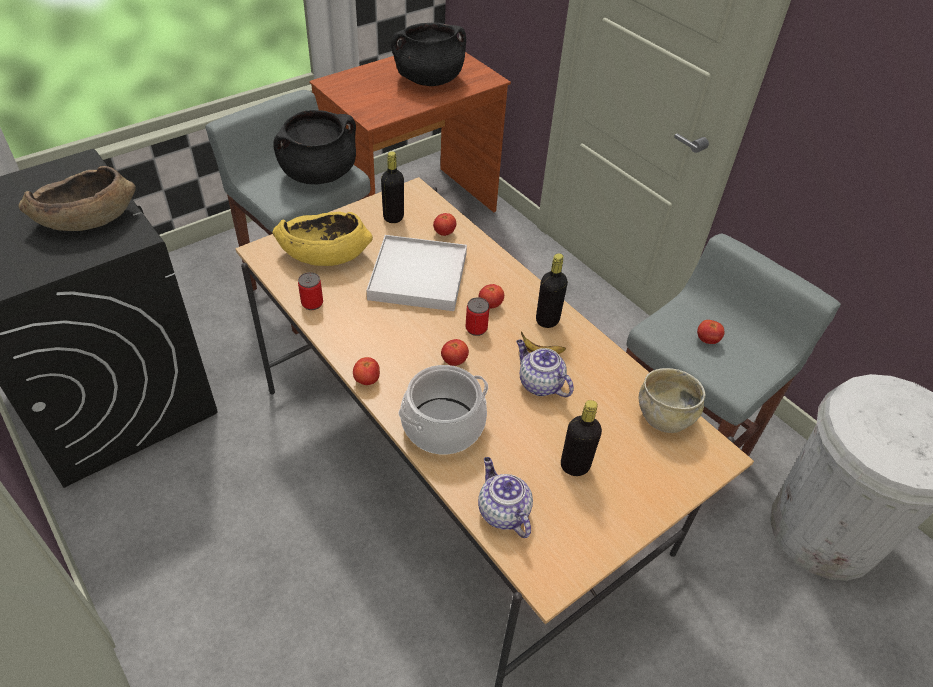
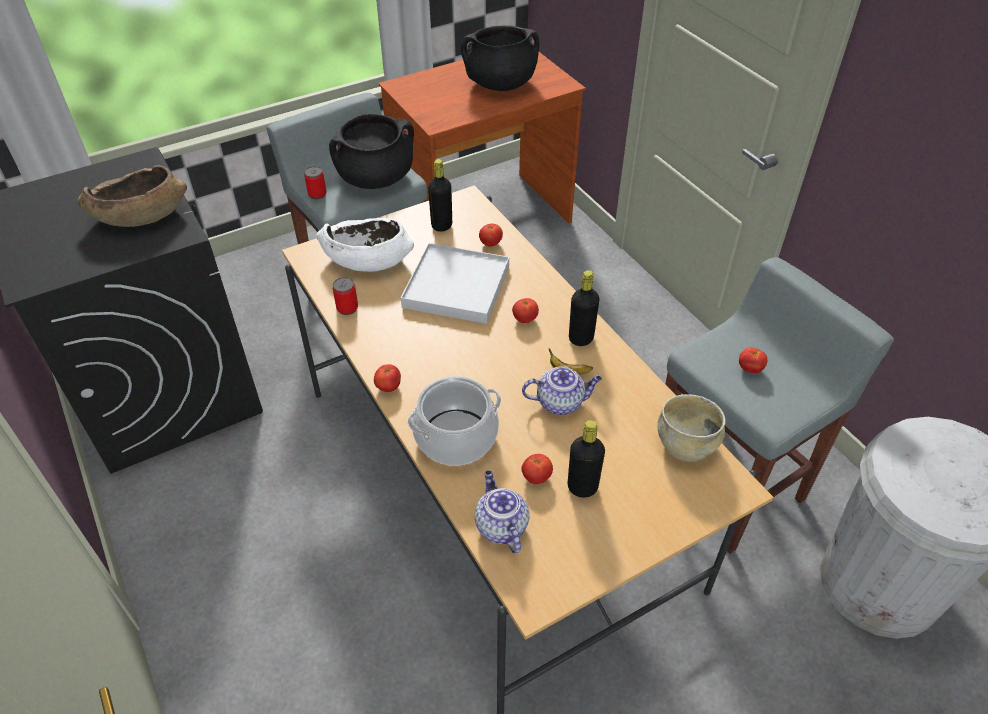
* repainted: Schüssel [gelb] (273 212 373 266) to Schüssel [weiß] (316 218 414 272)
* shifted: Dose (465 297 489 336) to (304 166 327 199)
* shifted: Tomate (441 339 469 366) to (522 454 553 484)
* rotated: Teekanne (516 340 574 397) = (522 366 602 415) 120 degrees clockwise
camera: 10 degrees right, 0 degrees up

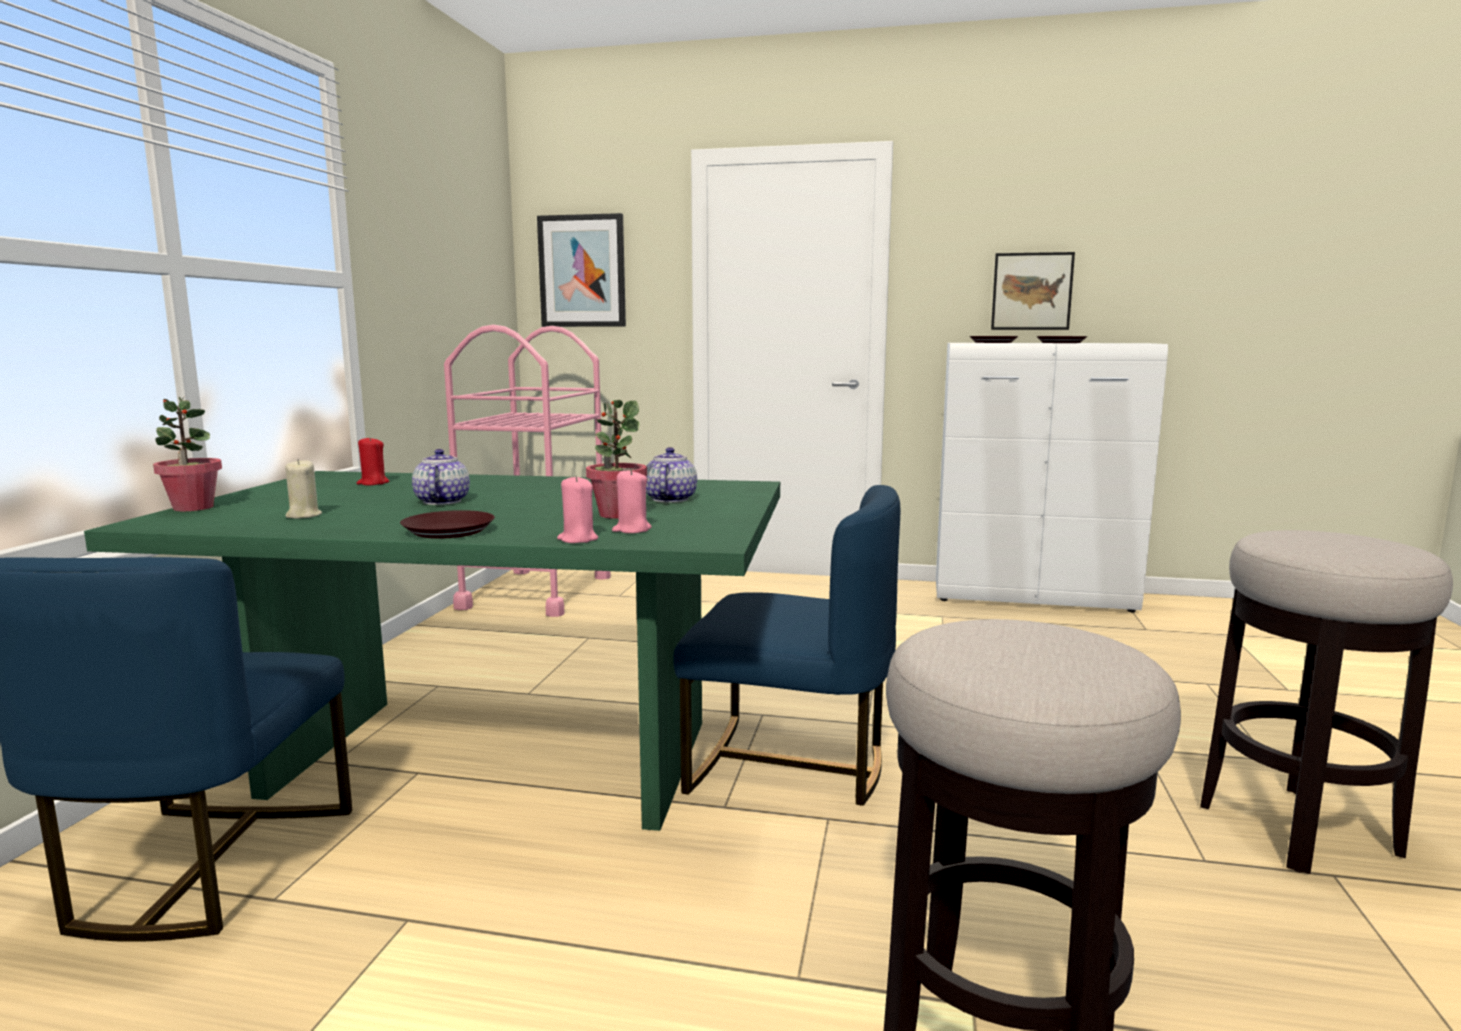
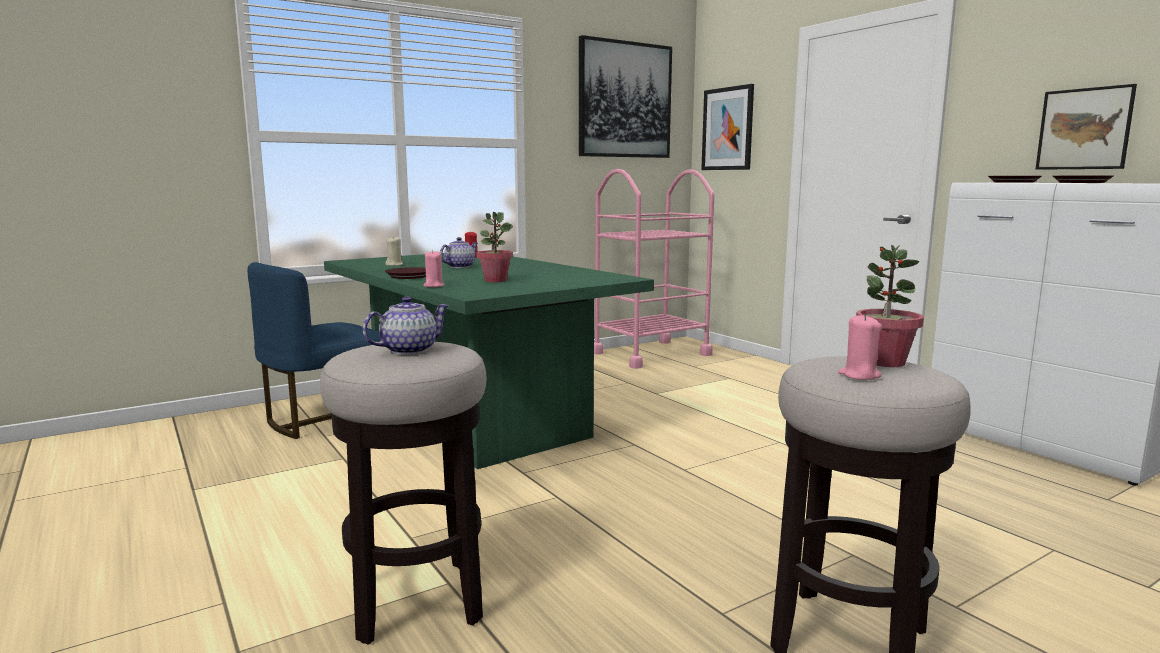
* shifted: Topfpflanze (153 397 222 511) to (856 245 924 367)
* shifted: Teekanne (646 447 697 503) to (363 296 449 355)
* shifted: Kerze [rosa] (612 469 651 533) to (838 314 882 380)
* gone: Stuhl [blau] (674 485 900 806)
* new: Bild (579 35 672 158)
camera: 45 degrees right, 0 degrees up

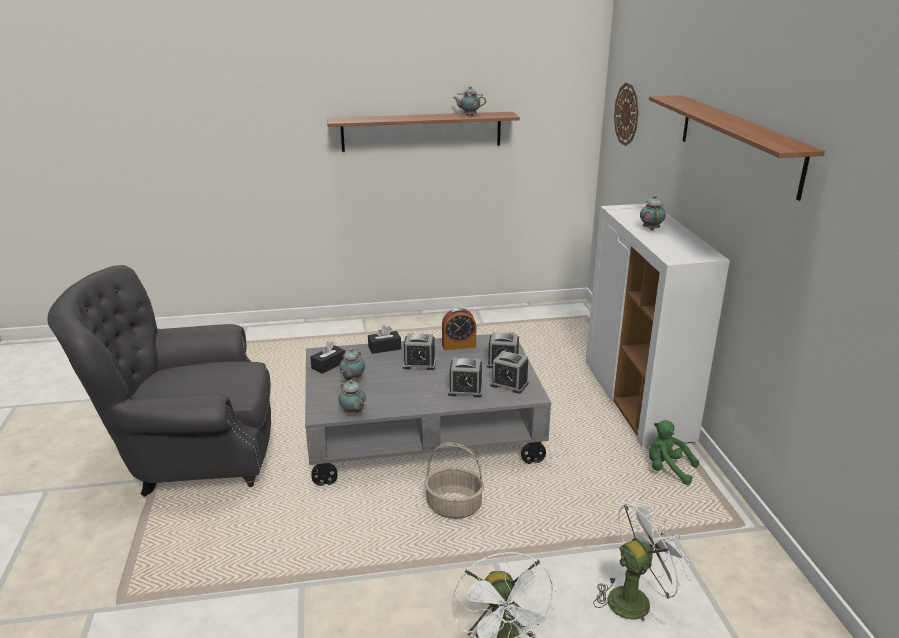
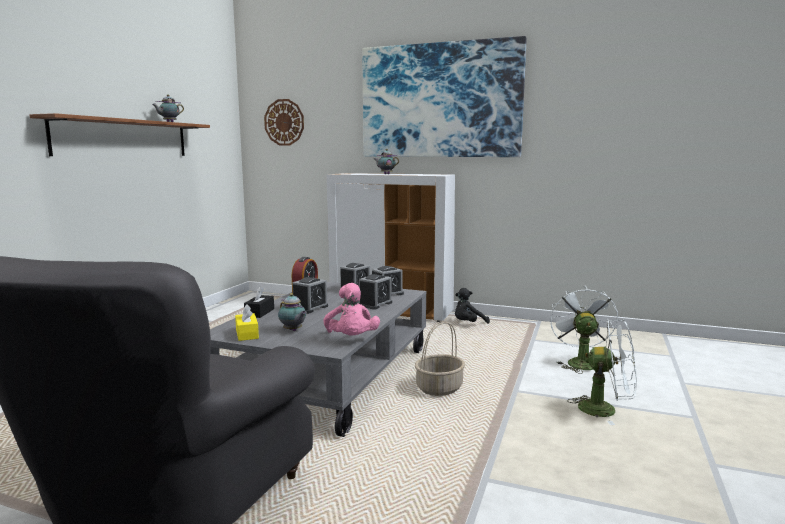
* swapped: Wandregal (649 95 825 201) to Bild (362 36 527 157)
* repainted: Taschentuchbox [schwarz] (310 341 345 374) to Taschentuchbox [gelb] (235 304 259 341)
* swapped: Teekanne (338 380 366 414) to Plüschtier [rosa] (323 283 380 335)
* repainted: Plüschtier [grün] (649 420 699 485) to Plüschtier [schwarz] (455 288 490 324)
camera: 60 degrees left, 15 degrees down

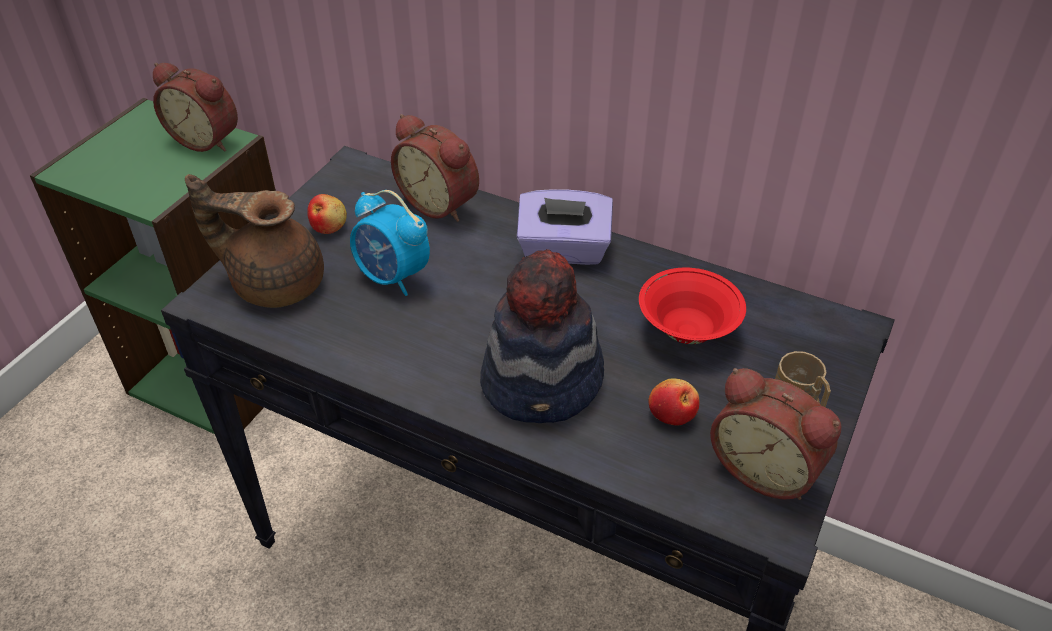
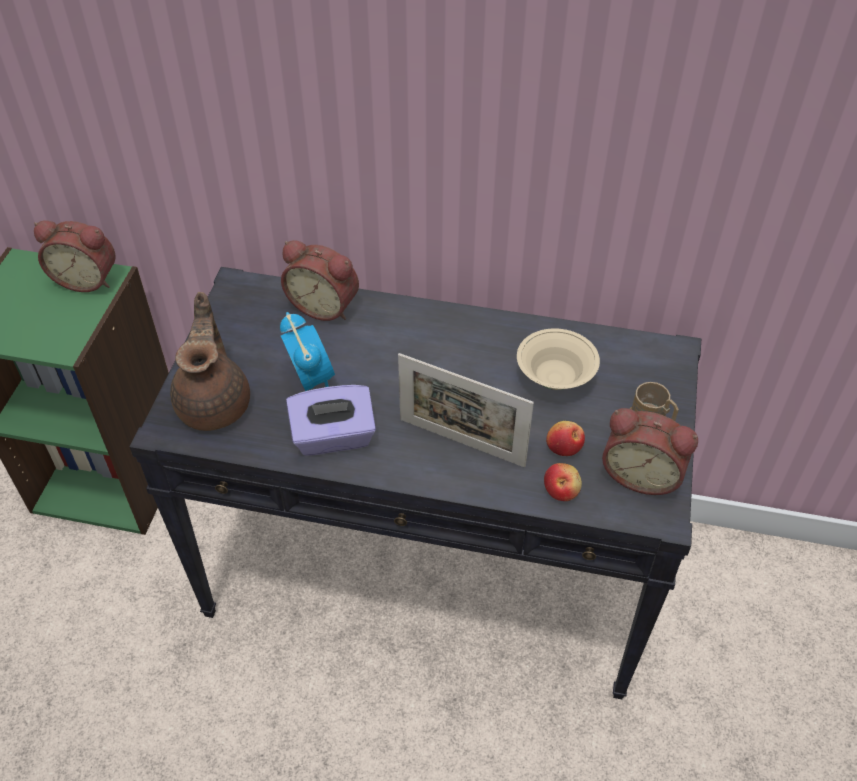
* rotated: Teekanne [braun] (185 174 324 308) = (170 292 250 431) 90 degrees clockwise
* shifted: Taschentuchbox [lila] (517 189 613 265) to (286 385 376 456)
* rotated: Wecker (350 190 430 296) = (280 312 335 391) 135 degrees counterclockwise
* shifted: Apfel (307 194 347 234) to (544 463 582 501)
* swapped: Hut (480 249 604 423) to Bilderrahmen (398 353 534 467)
* repainted: Schüssel [rot] (639 268 746 344) to Schüssel [beige] (517 328 600 390)
camera: 15 degrees left, 5 degrees up

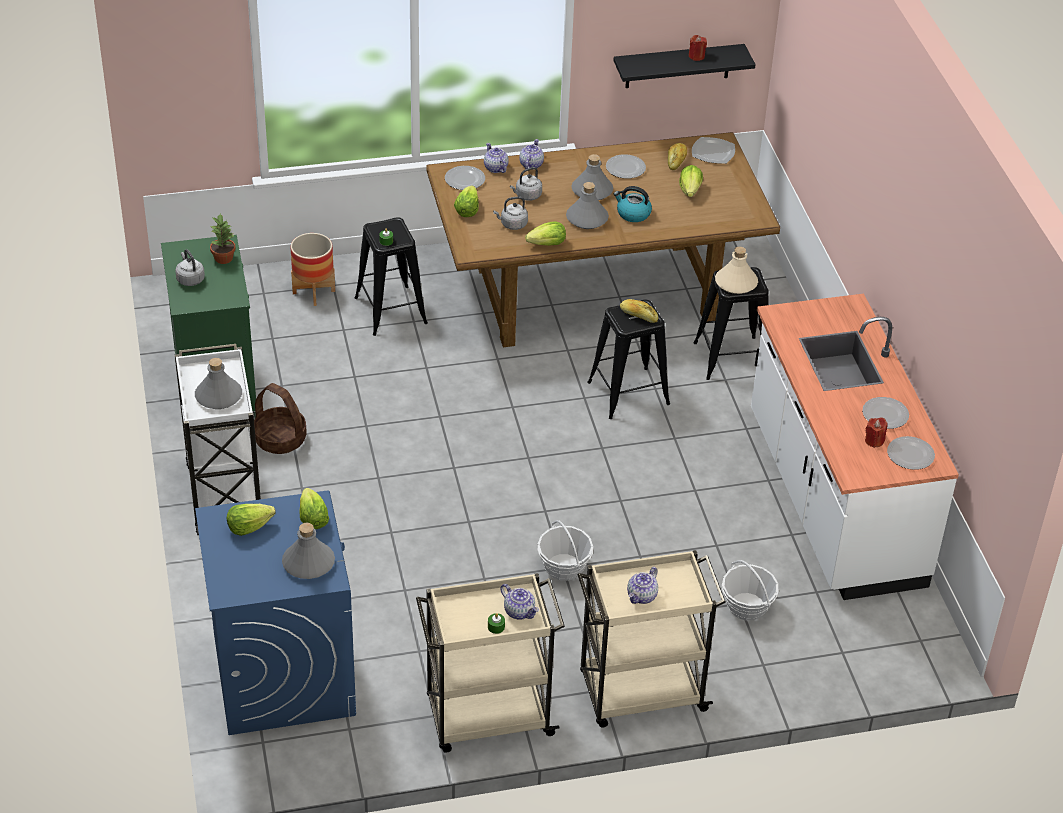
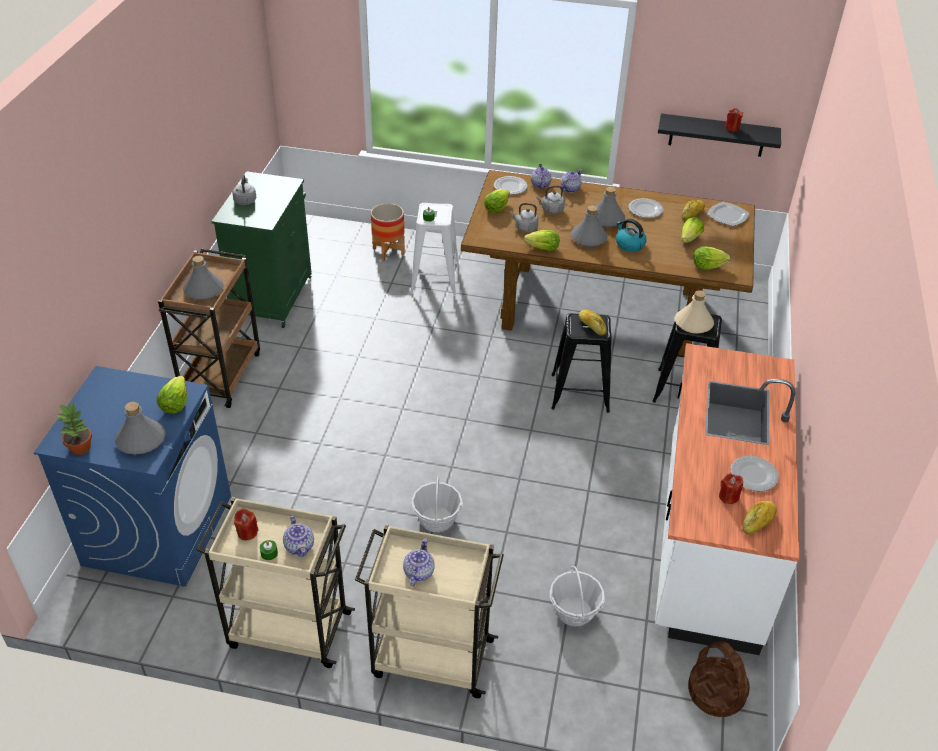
* shifted: Topfpflanze (210 214 236 264) to (55 402 92 455)
* repainted: Hocker [schwarz] (354 217 428 336) to Hocker [weiß] (410 203 460 296)
* repainted: Rollwagen [weiß] (175 344 261 535) to Rollwagen [braun] (158 249 260 408)
* shifted: Korb (254 383 306 454) to (688 642 750 717)
* swapped: Teller (887 436 935 470) to Brot (743 501 777 535)
* shifted: Salatkopf (227 504 276 536) to (693 247 730 269)
* rotated: Teekanne (627 567 658 604) = (403 539 435 586) 135 degrees clockwise
* new: Kerze [rot] (234 509 258 540)
camera: 25 degrees right, 0 degrees up

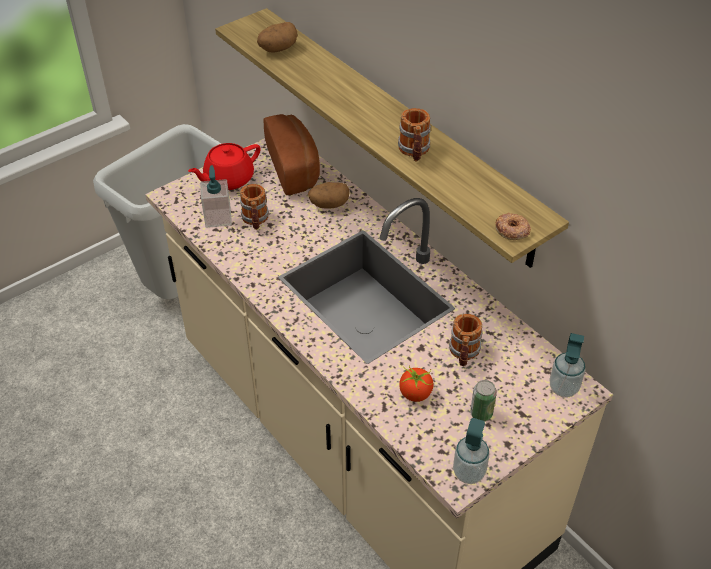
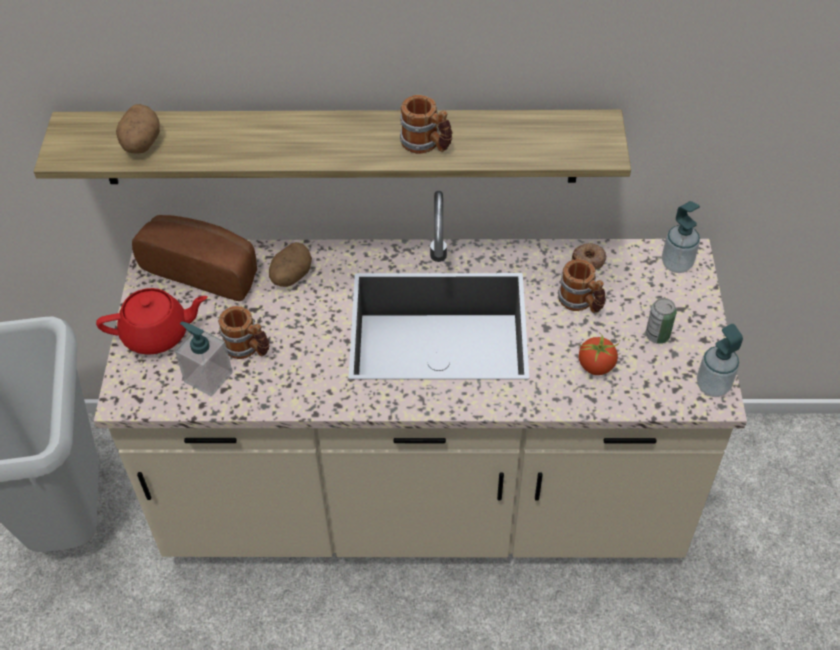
* rotated: Teekanne [rot] (188 143 260 190) = (96 288 208 355) 105 degrees counterclockwise
* shifted: Donut (495 212 531 240) to (572 243 607 270)
camera: 50 degrees left, 5 degrees up

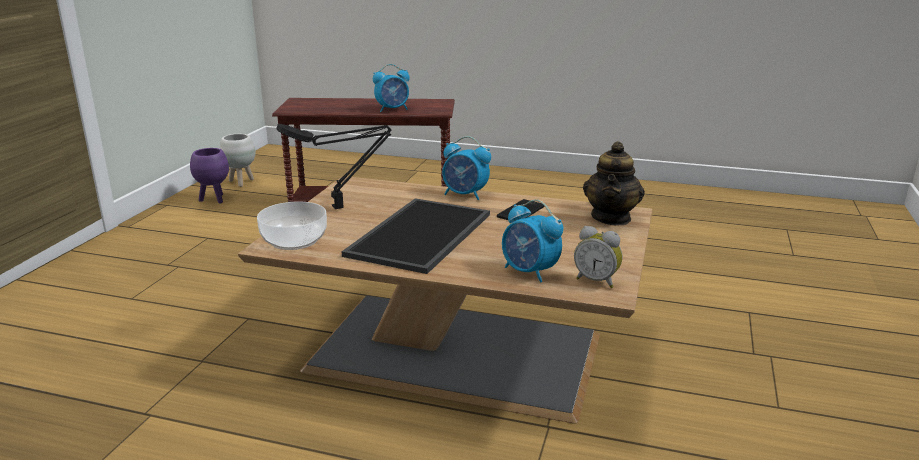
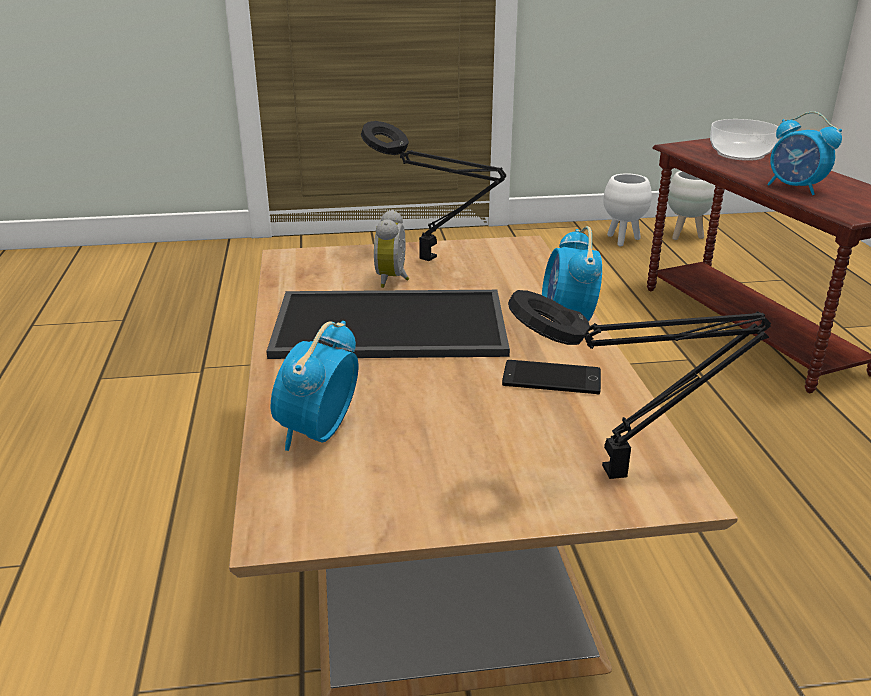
* swapped: Teekanne (583 141 645 226) to Tischlampe [schwarz] (508 290 771 479)
* repainted: Pflanzkübel [lila] (190 148 229 203) to Pflanzkübel [weiß] (603 173 652 247)
* shifted: Schüssel (257 201 327 250) to (710 119 778 161)
* shifted: Wecker (574 226 622 288) to (374 209 409 288)
camera: 65 degrees right, 5 degrees up

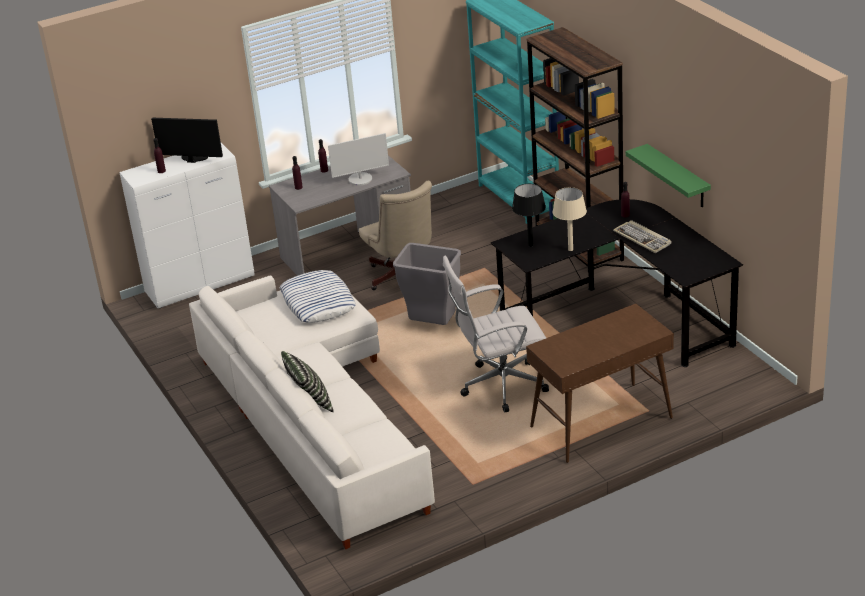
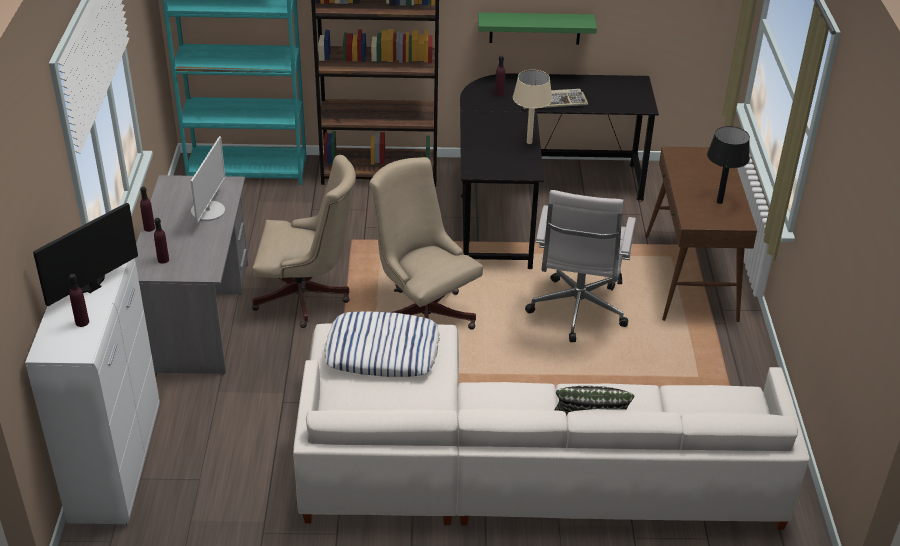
* shifted: Tischlampe [schwarz] (512 184 546 247) to (707 126 750 204)
* swapped: Mülleimer [grau] (393 243 461 325) to Bürostuhl [beige] (369 157 483 330)
camera: 65 degrees left, 5 degrees up

